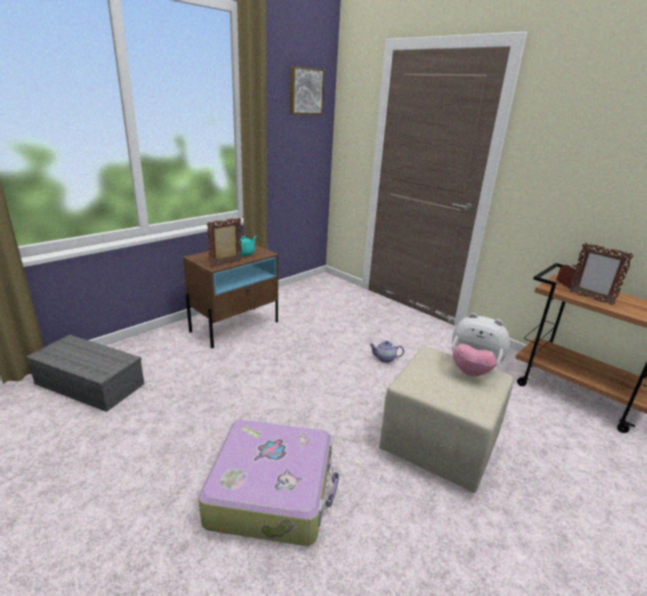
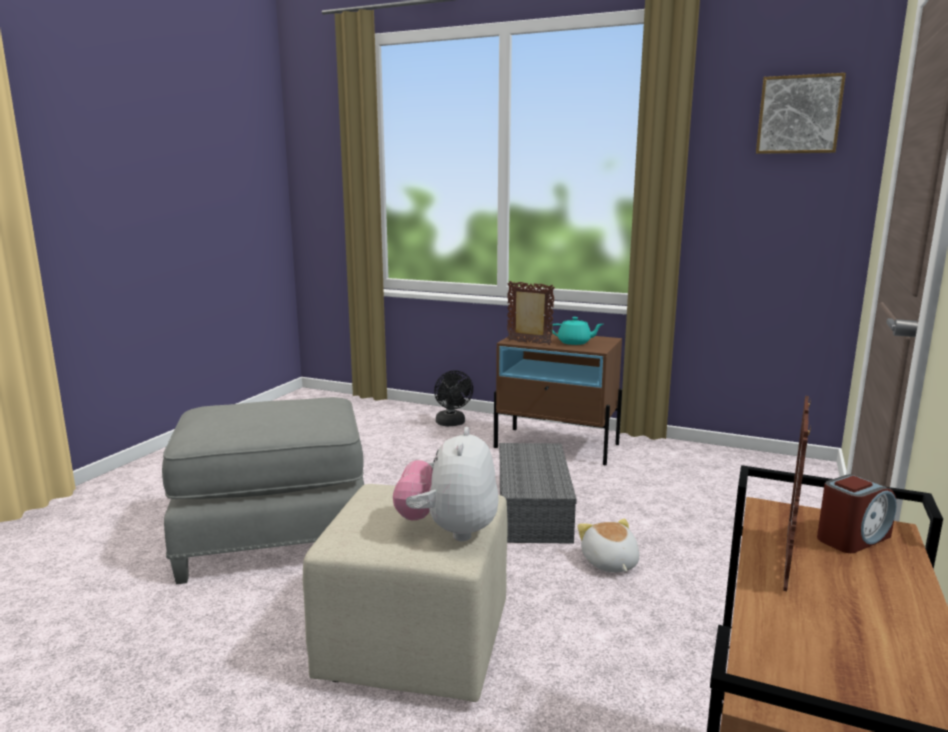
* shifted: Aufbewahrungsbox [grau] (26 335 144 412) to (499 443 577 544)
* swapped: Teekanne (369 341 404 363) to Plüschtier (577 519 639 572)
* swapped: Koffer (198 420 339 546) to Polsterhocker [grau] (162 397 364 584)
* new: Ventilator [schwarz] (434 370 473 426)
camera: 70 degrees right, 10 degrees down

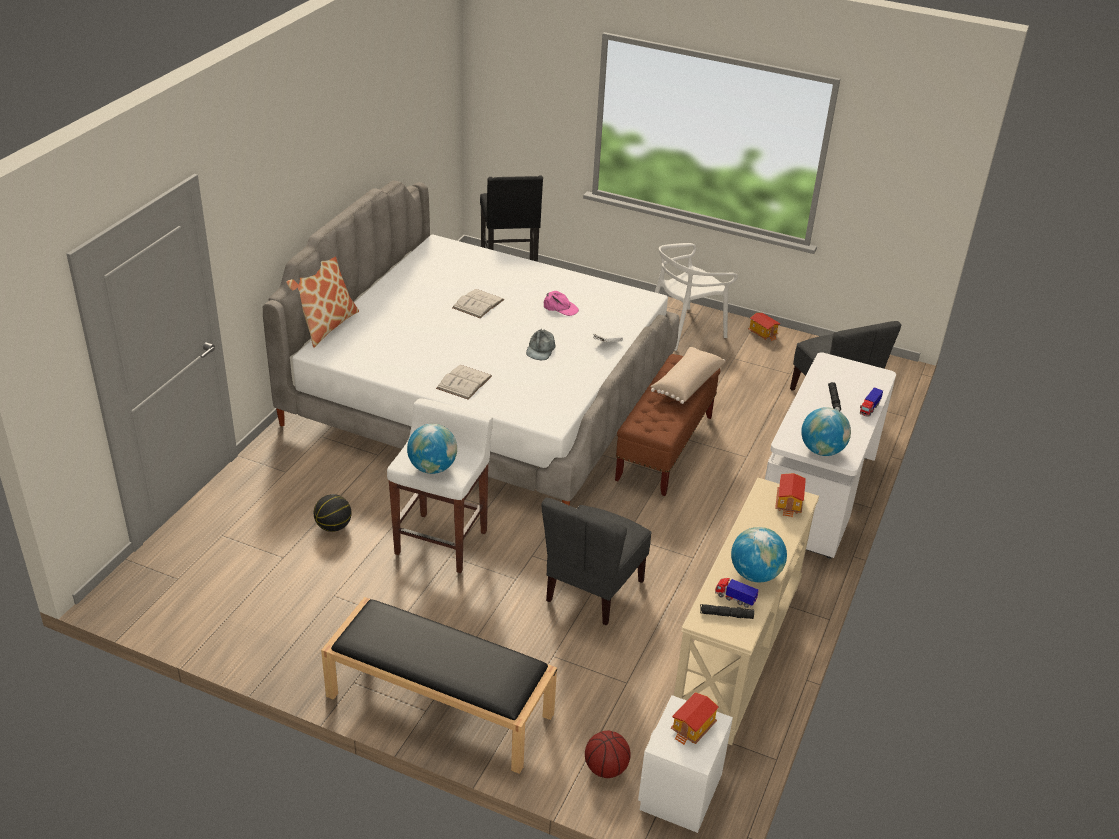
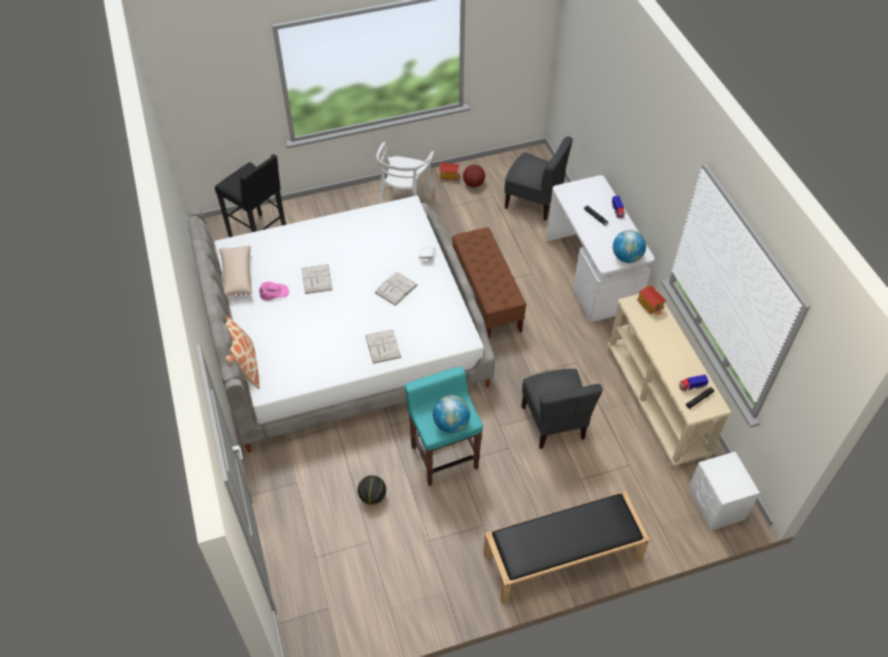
* shifted: Kappe [rosa] (544 291 579 316) to (259 282 289 301)
* swapped: Kappe [grau] (526 329 556 360) to Buch [weiß] (374 272 418 306)
* shifted: Kissen [beige] (650 347 725 404) to (219 245 252 299)
* repainted: Hocker [weiß] (387 398 493 573) to Hocker [türkis] (405 367 483 486)
* gone: Globus (731 527 787 582)
* gone: Spielzeughaus (671 692 719 744)
* shifted: Basketball (585 731 631 778) to (463 165 485 187)
camera: 40 degrees left, 15 degrees up

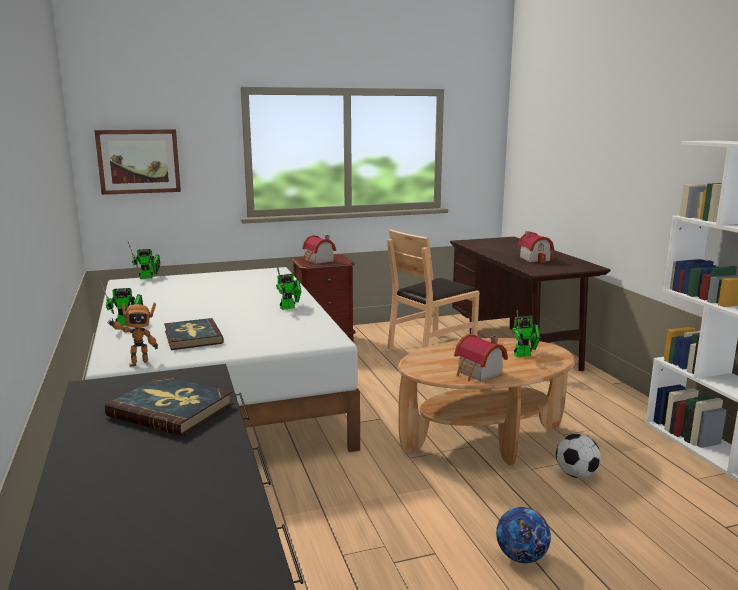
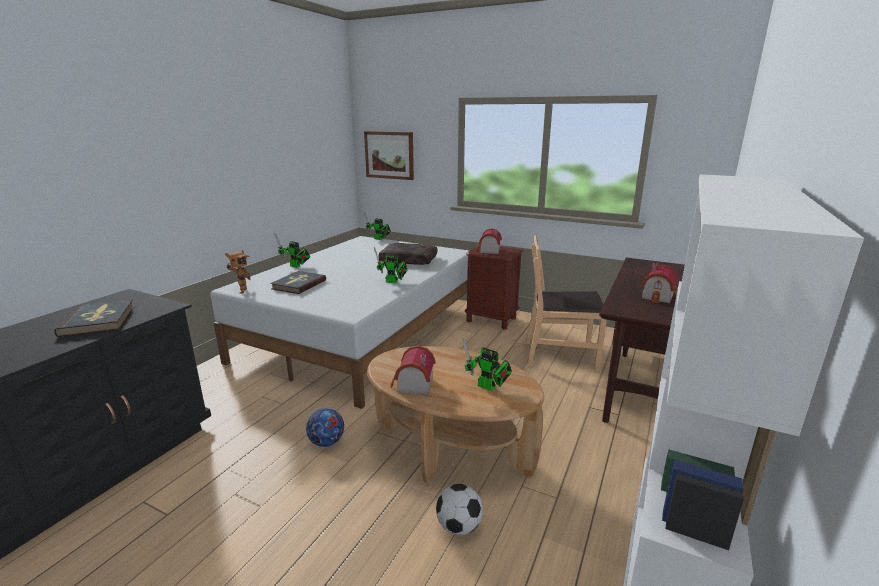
* rotated: Spielzeugroboter (107 302 158 367) = (225 250 250 294) 90 degrees counterclockwise
* shifted: Fußball (496 507 551 563) to (306 408 344 447)
* new: Kissen [braun] (379 243 437 265)
camera: 45 degrees right, 5 degrees up

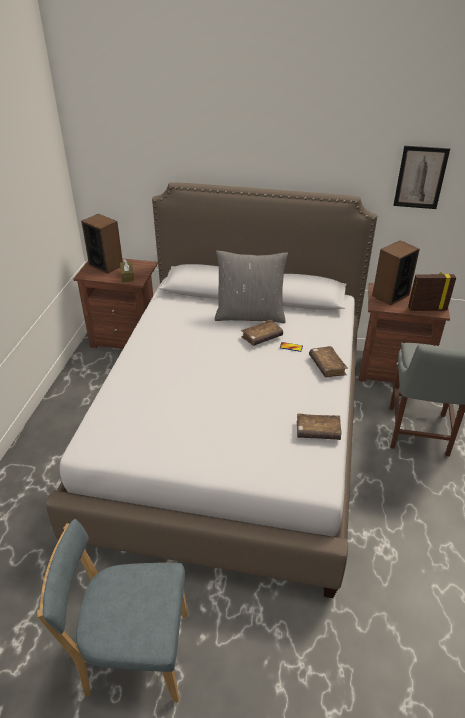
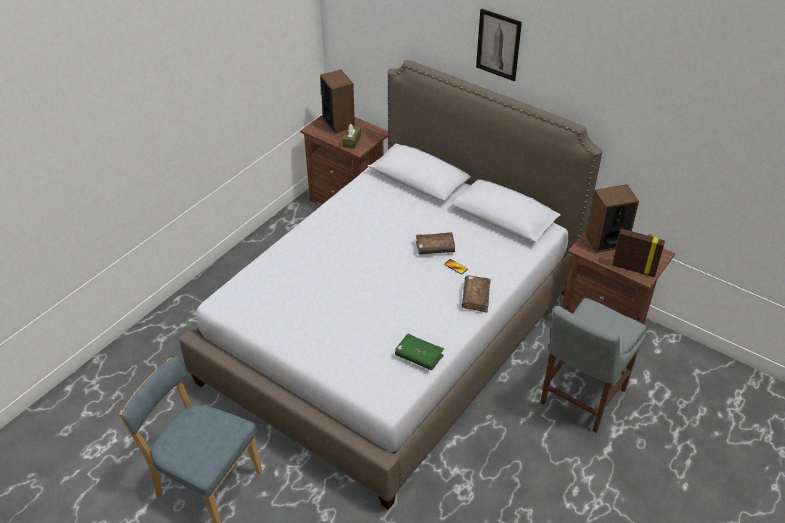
* shifted: Bild (393 146 450 209) to (476 8 522 81)
* gone: Kissen [grau] (215 251 288 323)
* repainted: Buch [braun] (297 413 342 440) to Buch [grün] (395 334 444 370)
camera: 25 degrees right, 5 degrees up

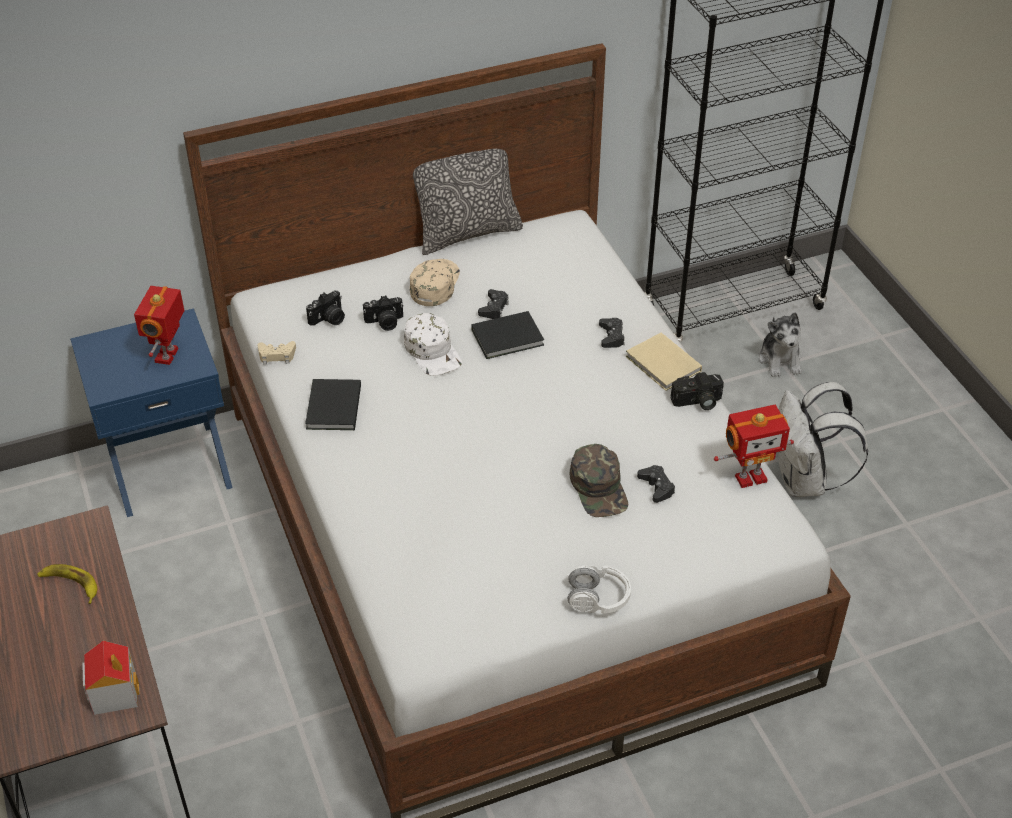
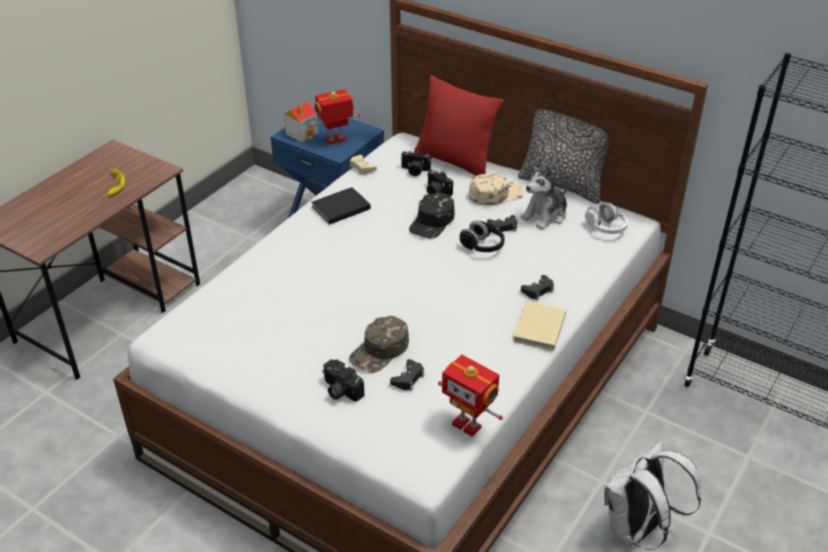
* swapped: Buch [schwarz] (471 311 544 359) to Kopfhörer [schwarz] (460 221 505 252)
* shifted: Plüschtier (759 312 802 377) to (521 164 569 230)
* repainted: Kappe [weiß] (404 313 462 376) to Kappe [schwarz] (409 192 455 239)
* shifted: Kamera (671 372 724 410) to (322 359 364 402)
* shifted: Kopfhörer [weiß] (567 565 631 614) to (585 202 628 234)
* shifted: Spielzeughaus (82 641 140 715) to (284 101 318 142)
* new: Kissen [rot] (414 75 504 176)
camera: 55 degrees right, 5 degrees down

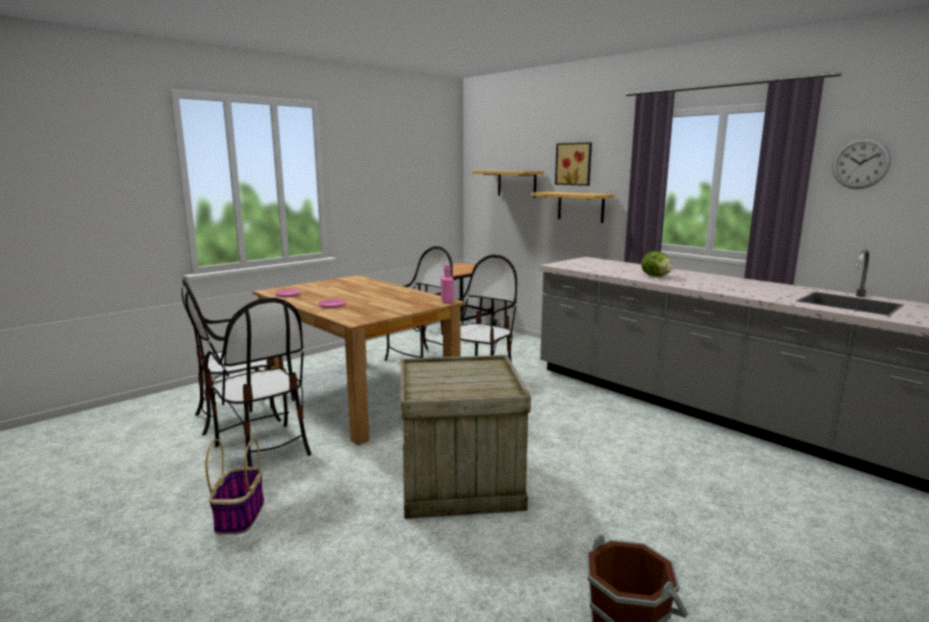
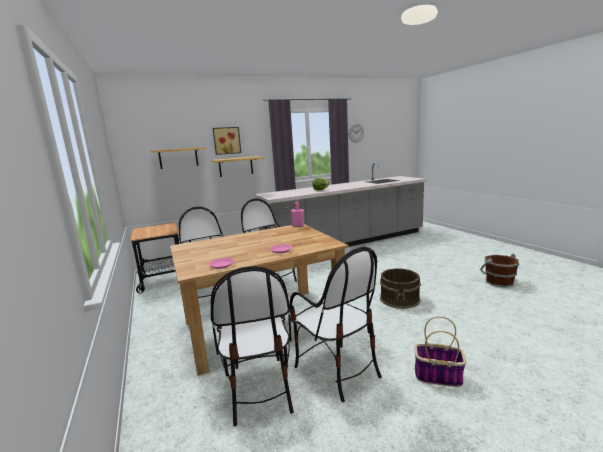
* rotated: Stuhl (205 298 311 467) = (290 247 382 402) 75 degrees clockwise
* swapped: Kiste (400 355 531 519) to Eimer [braun] (380 268 421 309)
camera: 70 degrees left, 0 degrees up

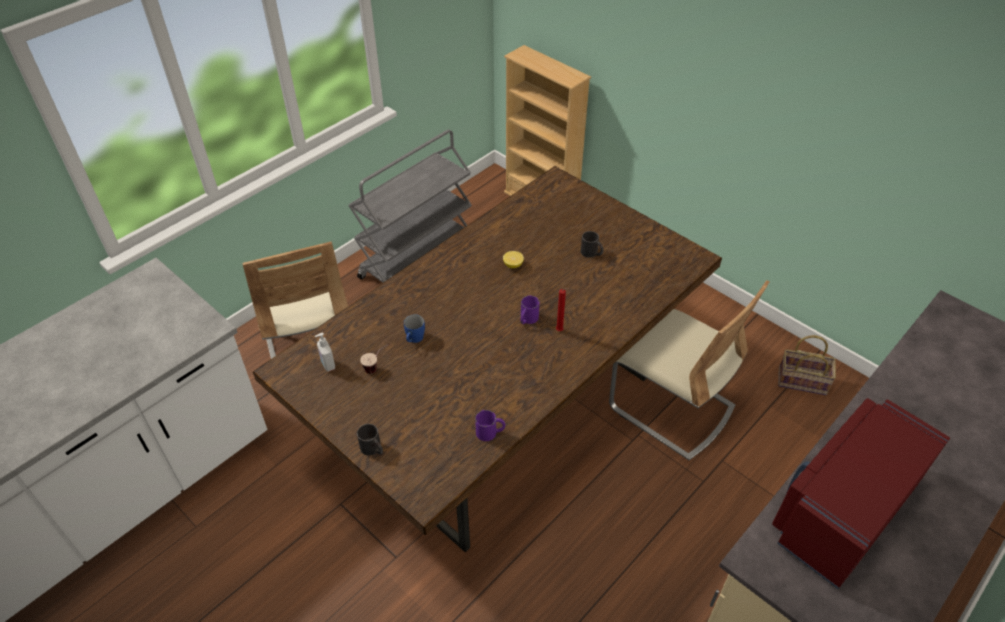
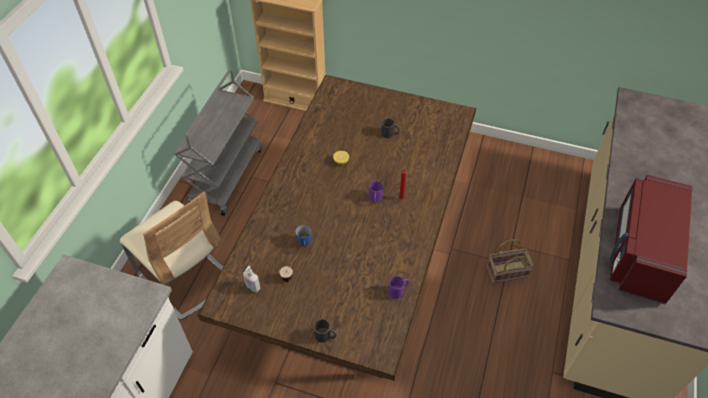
* gone: Stuhl [beige] (609 280 770 460)
* shifted: Korb (778 335 836 395) to (487 239 534 283)
camera: 25 degrees left, 5 degrees up

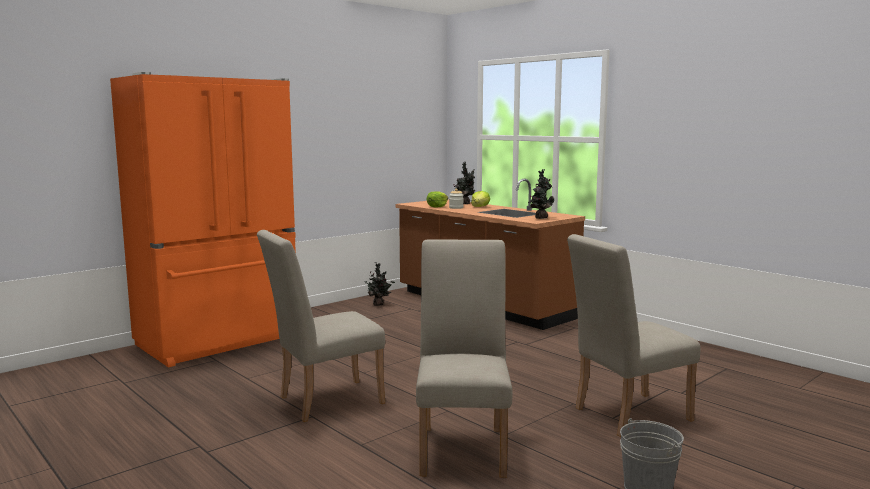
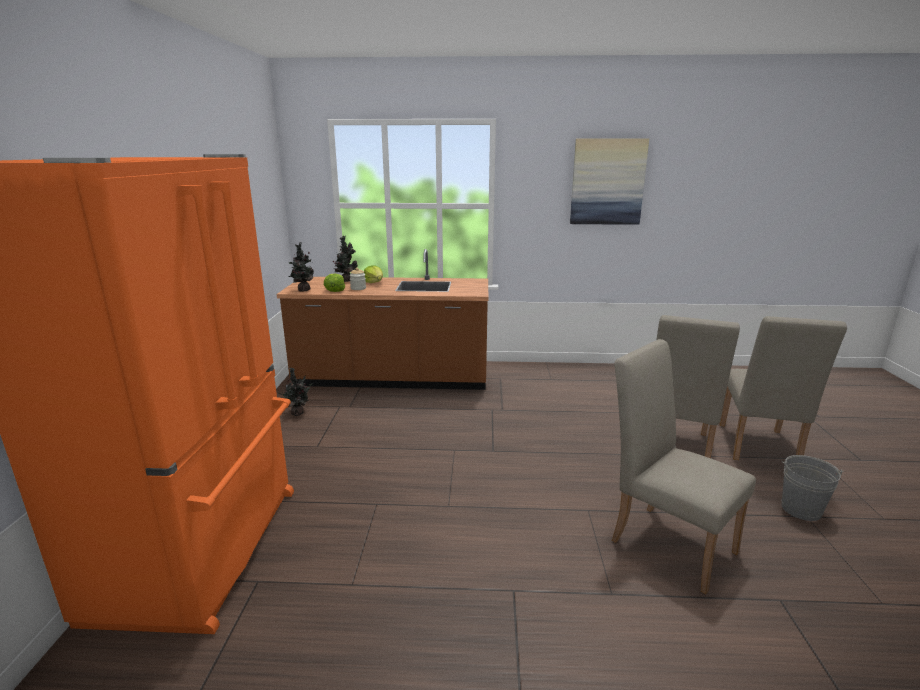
* shifted: Topfpflanze (528 169 554 219) to (289 242 314 291)
* shifted: Stuhl [beige] (257 230 385 422) to (719 316 847 460)
* new: Bild (570 138 649 225)
camera: 45 degrees left, 10 degrees up

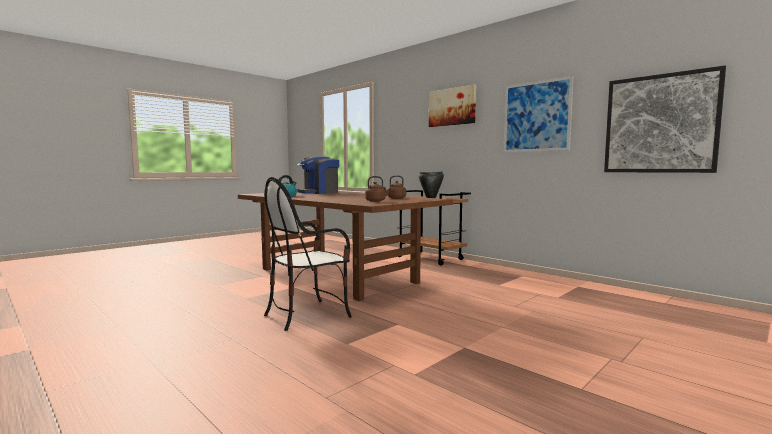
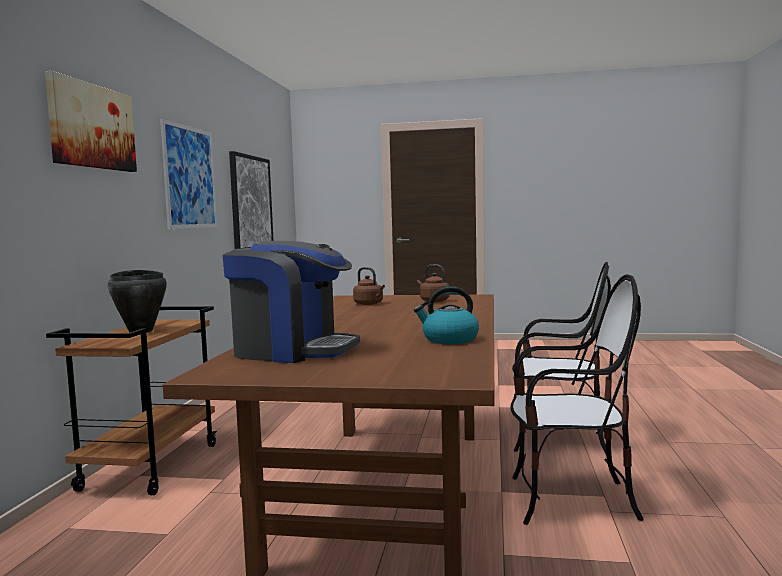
* new: Stuhl (511 274 644 525)
camera: 125 degrees left, 0 degrees up

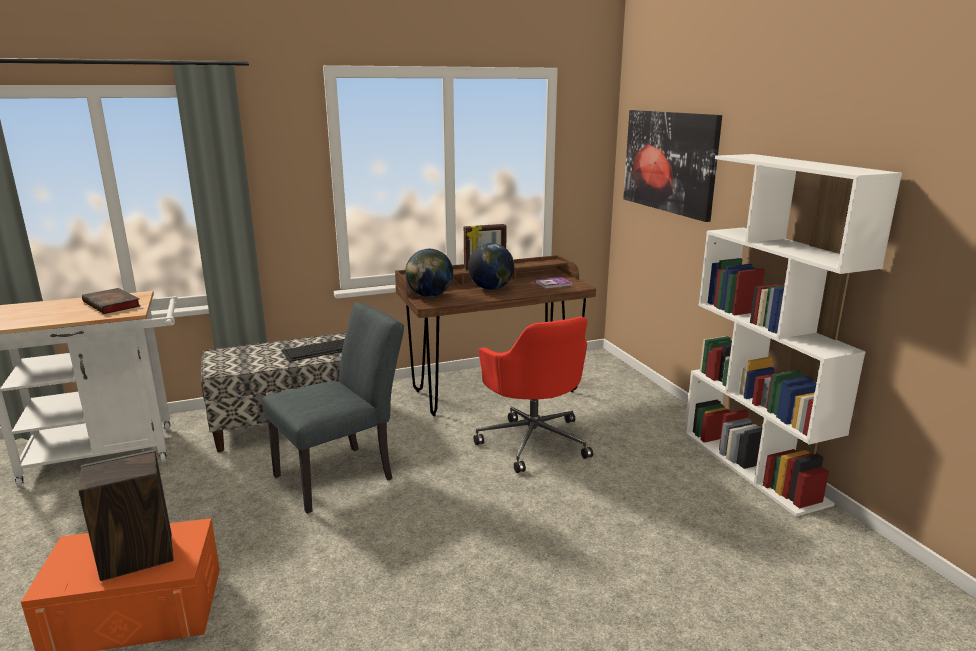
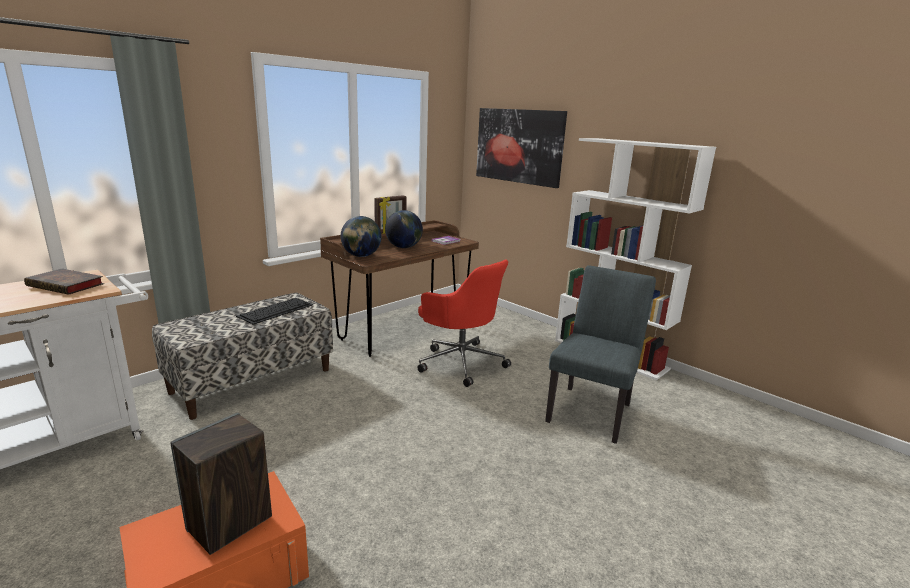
* shifted: Stuhl [grau] (262 302 404 514) to (545 265 656 444)
camera: 25 degrees left, 0 degrees up

